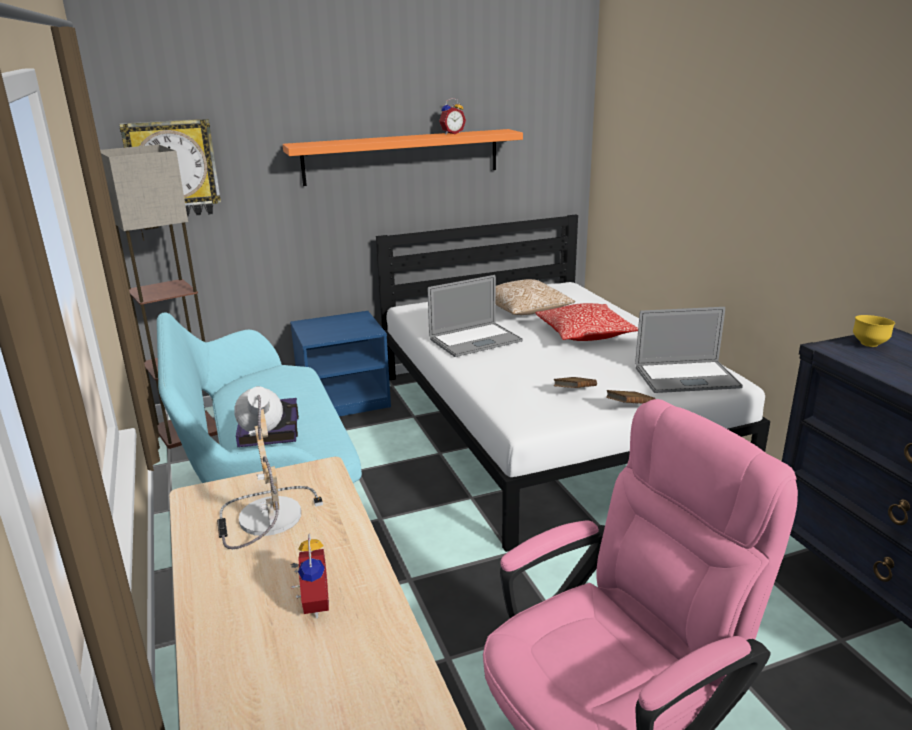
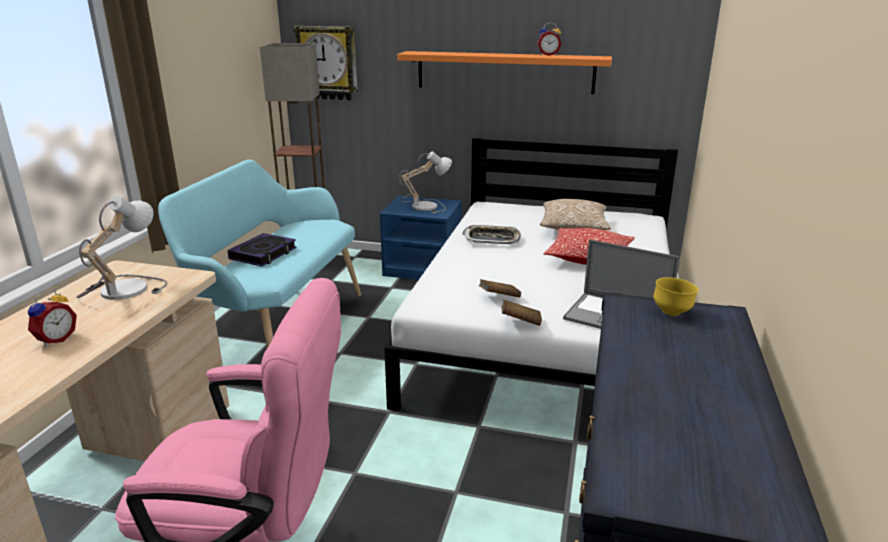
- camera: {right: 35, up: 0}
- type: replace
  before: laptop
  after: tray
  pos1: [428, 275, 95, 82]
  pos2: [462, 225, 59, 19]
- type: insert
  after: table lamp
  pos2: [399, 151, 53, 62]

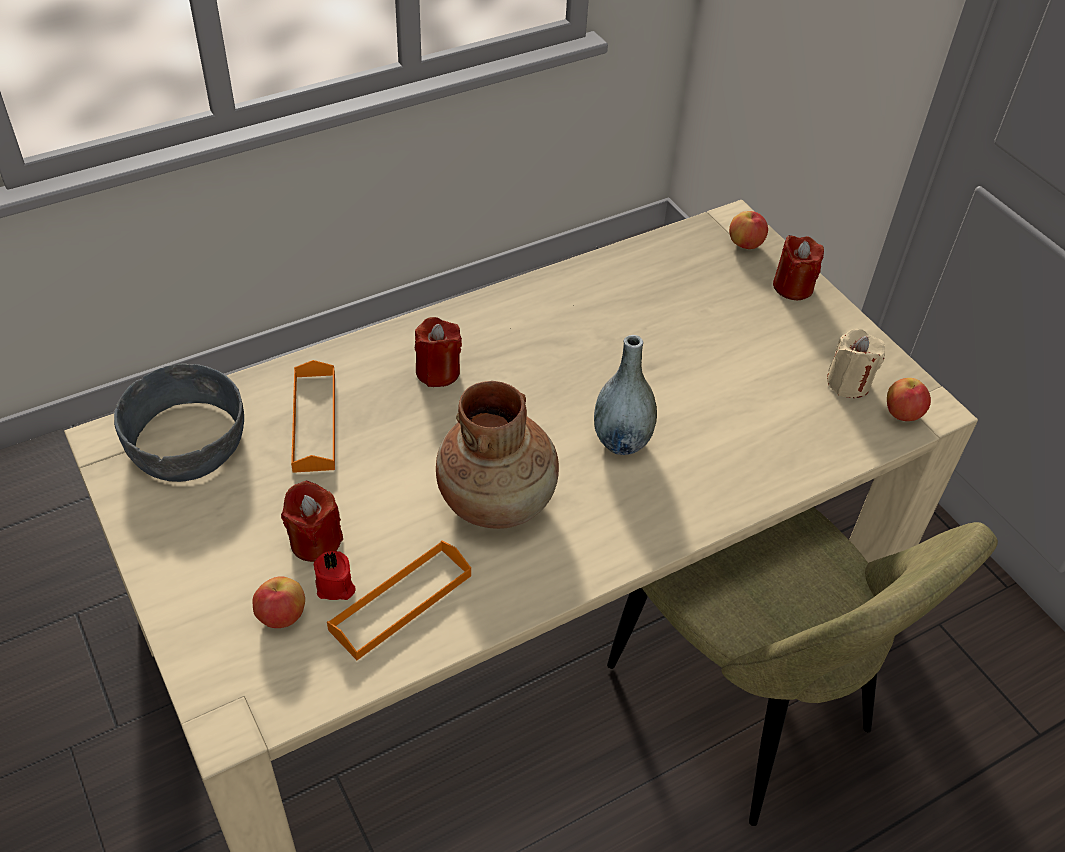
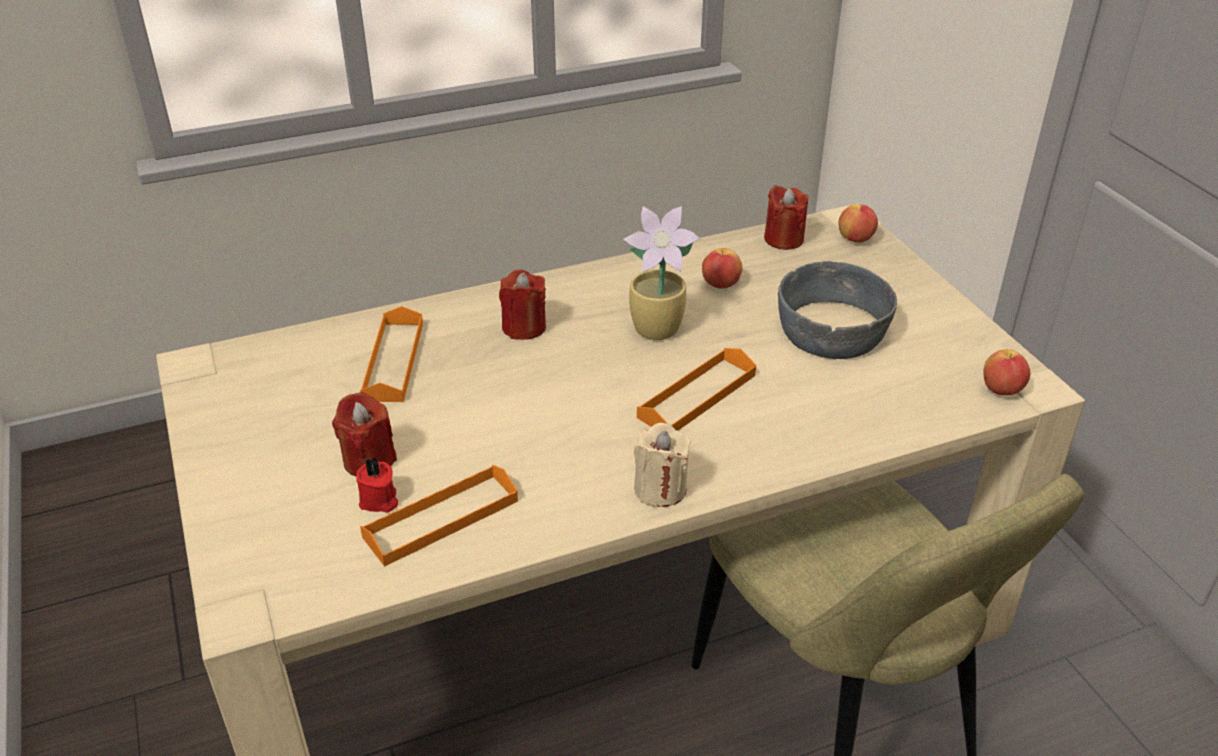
- camera: {right: 10, up: -10}
- type: move
  before: red candle
  pos1: [773, 235, 51, 65]
  pos2: [764, 185, 44, 65]
- type: move
  before: beige candle
  pos1: [827, 329, 58, 69]
  pos2: [634, 423, 57, 84]
- type: replace
  before: grey vase
  after: orange tray
  pos1: [594, 335, 63, 120]
  pos2: [637, 348, 119, 83]
- type: move
  before: grey bowl
  pos1: [114, 363, 130, 119]
  pos2: [778, 261, 119, 98]
- type: delete
  before: brown vase
  pos1: [436, 381, 123, 148]
- type: move
  before: apple
  pos1: [253, 576, 52, 52]
  pos2: [702, 248, 41, 40]
- type: insert
  after: potted plant
  pos2: [623, 206, 77, 134]

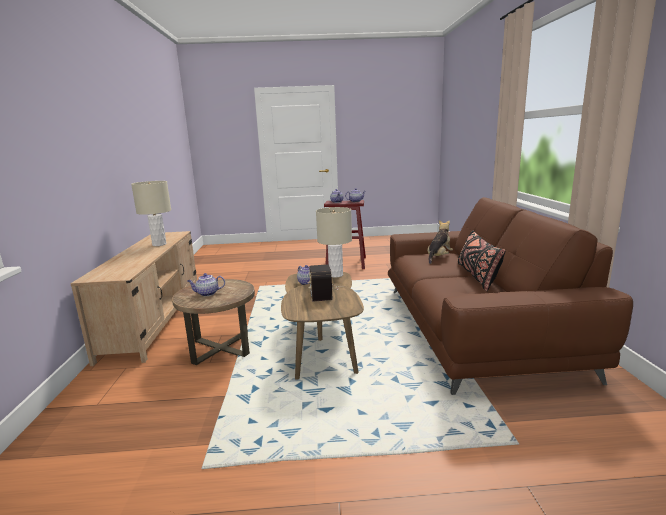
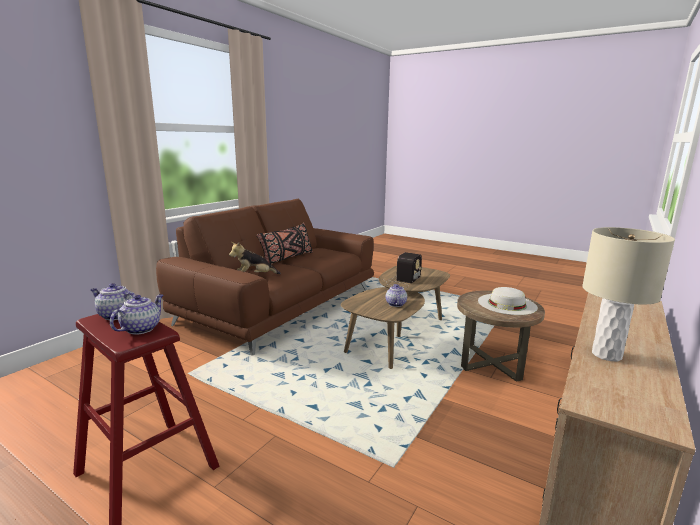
- camera: {right: -145, up: 0}
- type: delete
  before: beige table lamp
  pos1: [316, 207, 36, 71]
- type: replace
  before: teapot
  after: white hat
  pos1: [187, 273, 38, 23]
  pos2: [478, 287, 60, 28]

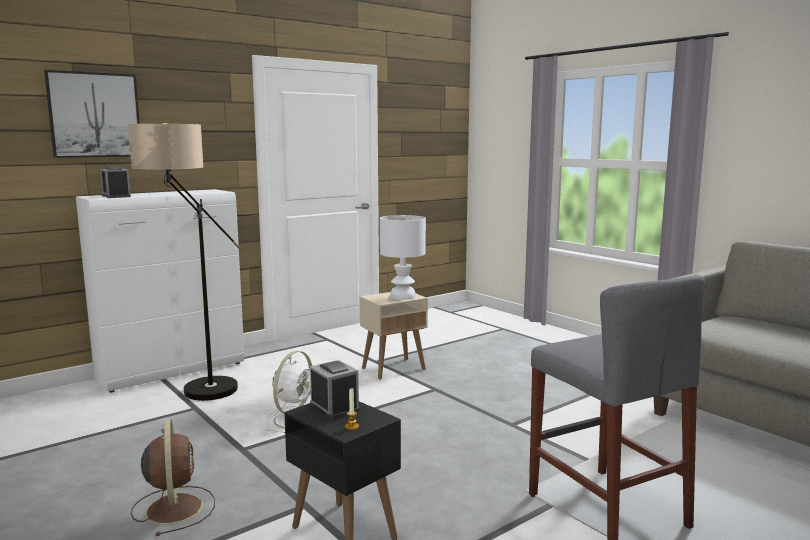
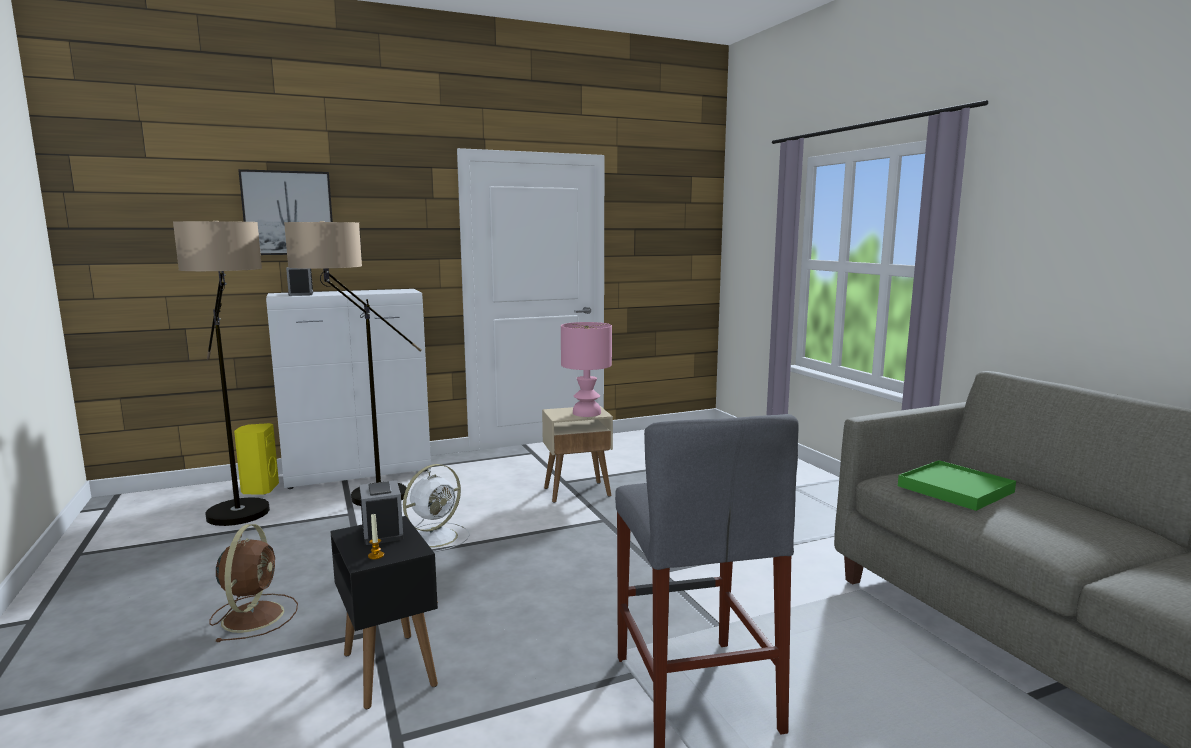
- camera: {right: 15, up: 0}
- type: recolor
  before: white table lamp
  after: pink table lamp
  pos1: [380, 215, 46, 85]
  pos2: [561, 322, 51, 95]
- type: insert
  after: floor lamp
  pos2: [173, 220, 97, 306]
- type: insert
  after: yellow speaker
  pos2: [234, 423, 45, 72]
- type: insert
  after: green tray
  pos2: [898, 460, 118, 51]

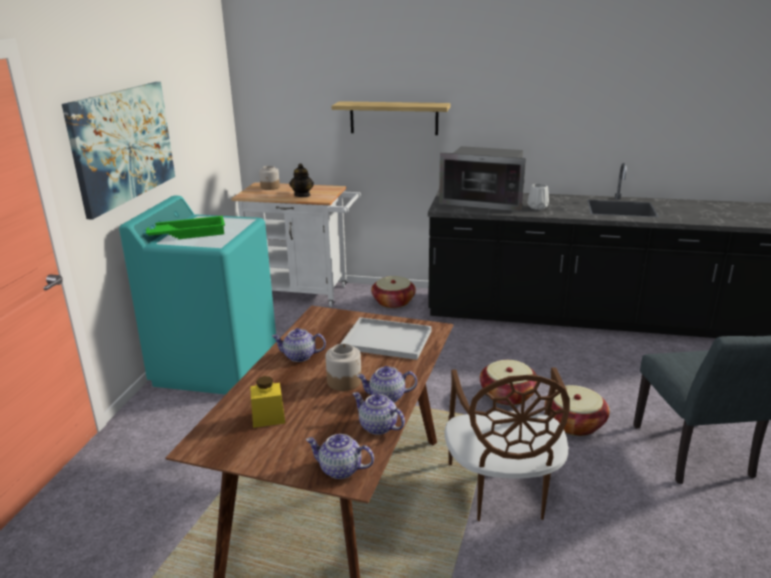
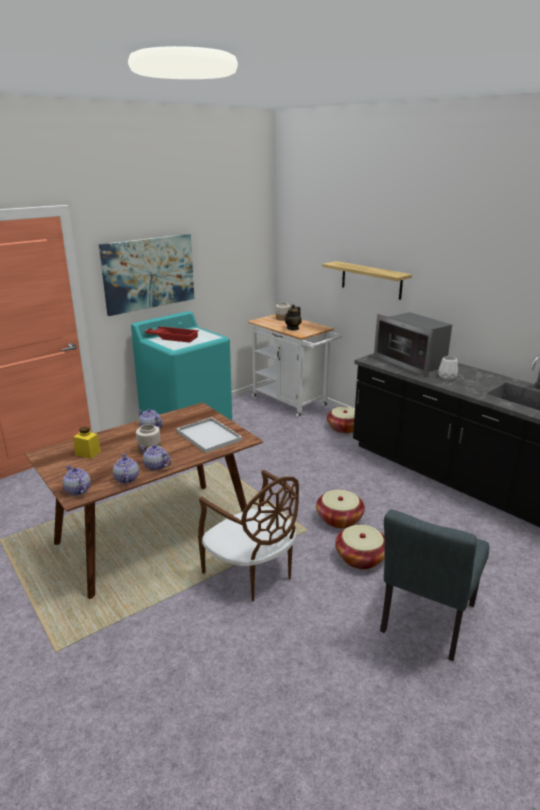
- camera: {right: 35, up: 0}
- type: recolor
  before: green tray
  after: red tray
  pos1: [146, 216, 79, 23]
  pos2: [144, 326, 55, 17]
- type: rotate
  before: brown chair
  pos1: [445, 368, 125, 153]
  pos2: [198, 470, 101, 132]
  turn: -75

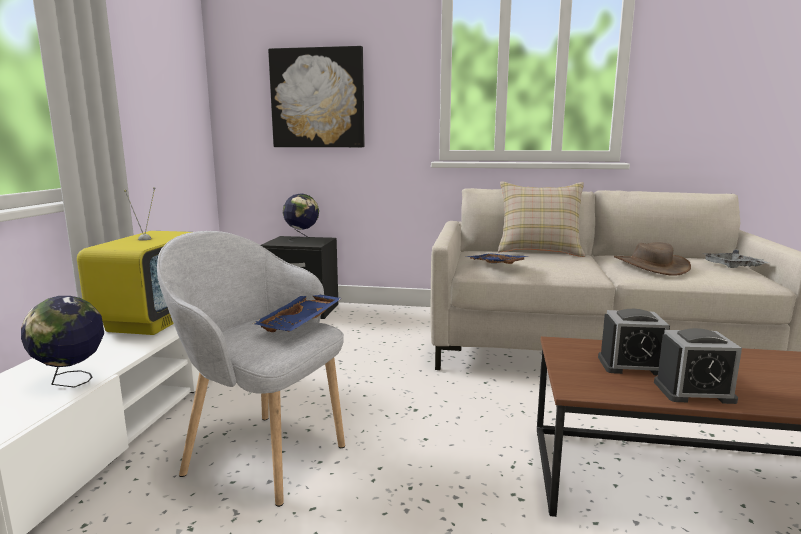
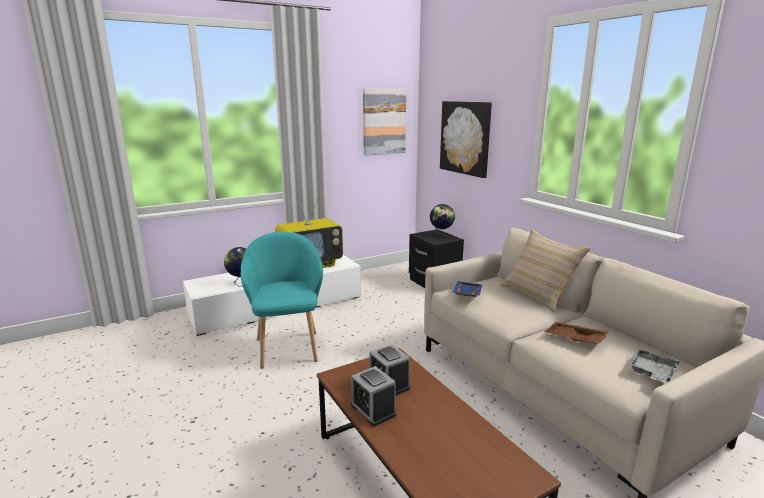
- camera: {right: 50, up: 5}
- type: recolor
  before: grey armchair
  after: turquoise armchair
  pos1: [157, 231, 188, 276]
  pos2: [241, 232, 82, 137]
- type: replace
  before: brown hat
  after: brown tray
  pos1: [614, 242, 77, 34]
  pos2: [544, 322, 66, 22]
- type: delete
  before: blue tray
  pos1: [253, 295, 89, 37]
- type: insert
  after: picture
  pos2: [363, 88, 43, 68]

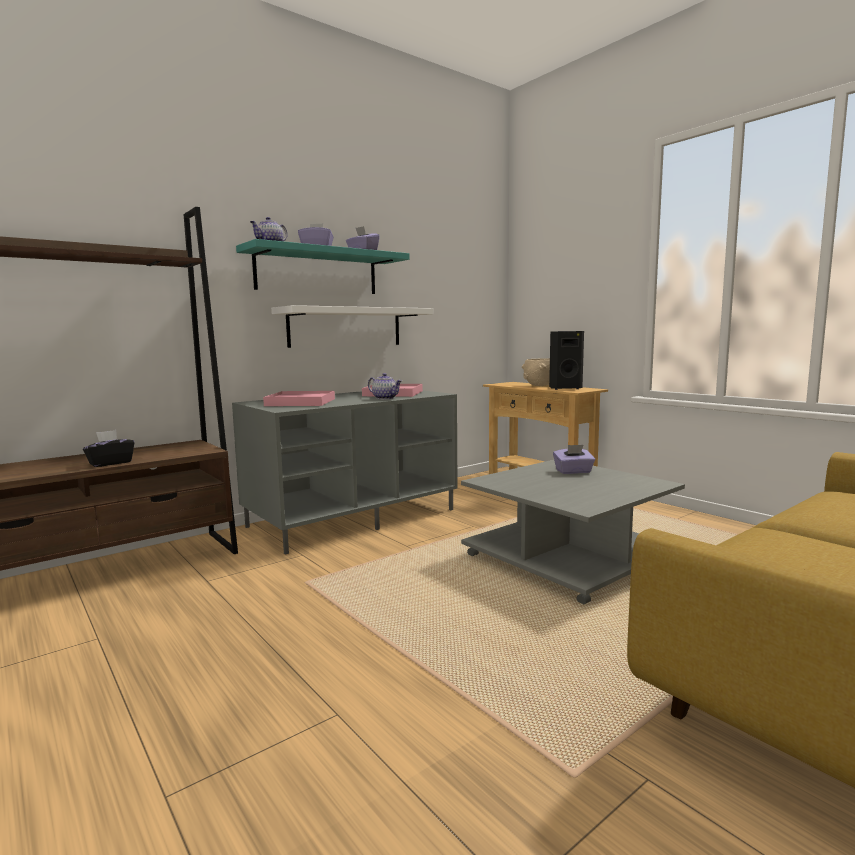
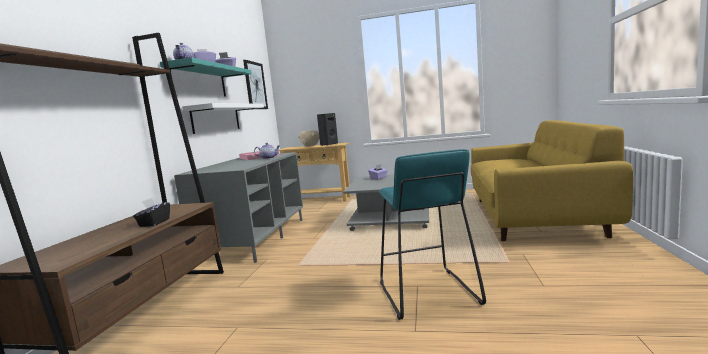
- camera: {right: -40, up: 0}
- type: delete
  before: pink tray
  pos1: [263, 391, 72, 15]
- type: insert
  after: picture
  pos2: [243, 60, 25, 49]
- type: insert
  after: turquoise stool
  pos2: [379, 149, 107, 171]

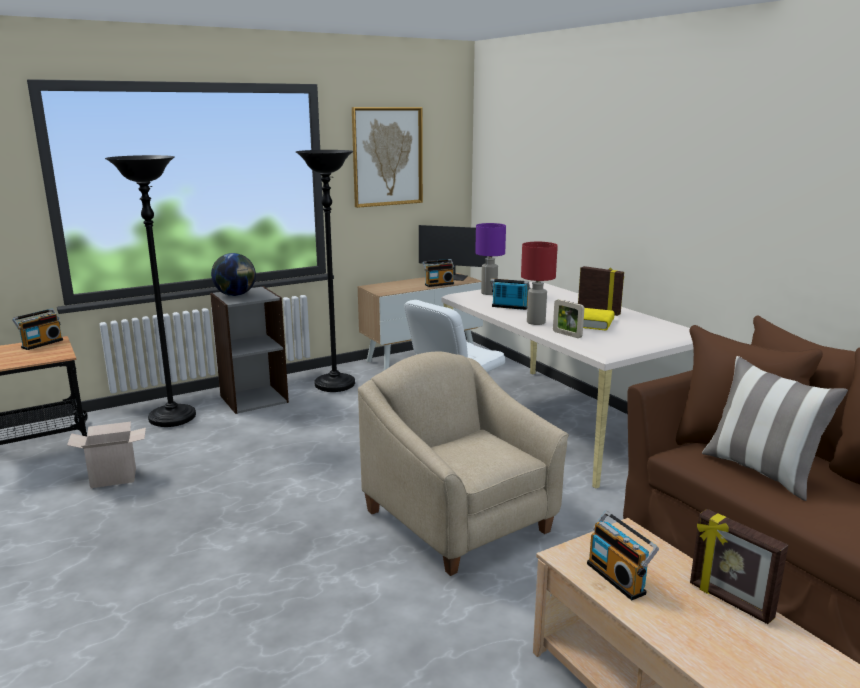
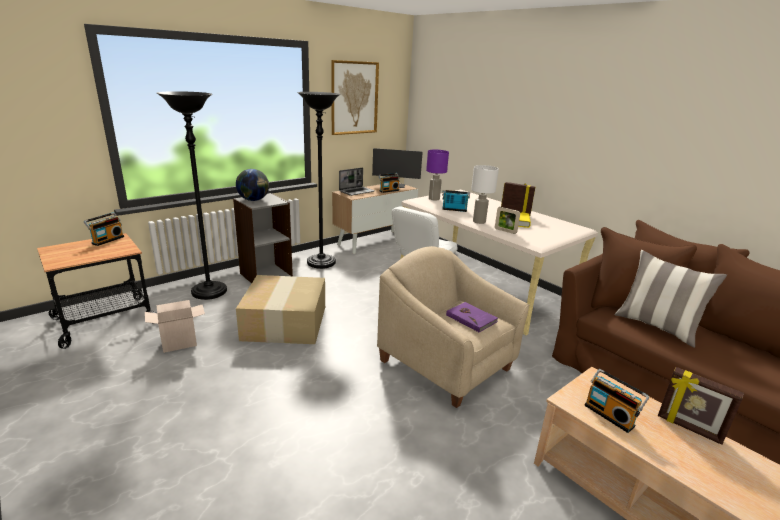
- camera: {right: -10, up: 5}
- type: recolor
  before: red table lamp
  after: white table lamp
  pos1: [521, 242, 37, 83]
  pos2: [471, 165, 28, 59]
- type: insert
  after: laptop
  pos2: [339, 167, 36, 29]
- type: insert
  after: cardboard box
  pos2: [236, 275, 89, 69]
- type: insert
  after: purple book
  pos2: [446, 302, 52, 30]

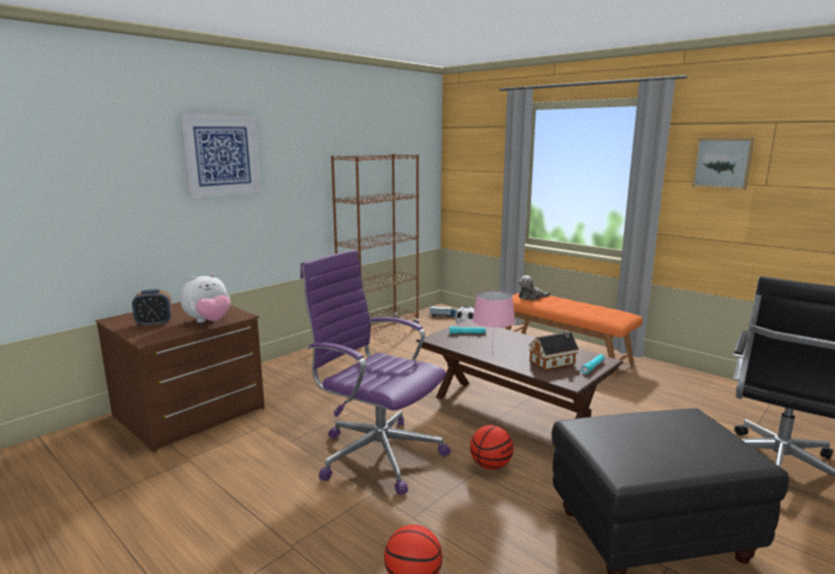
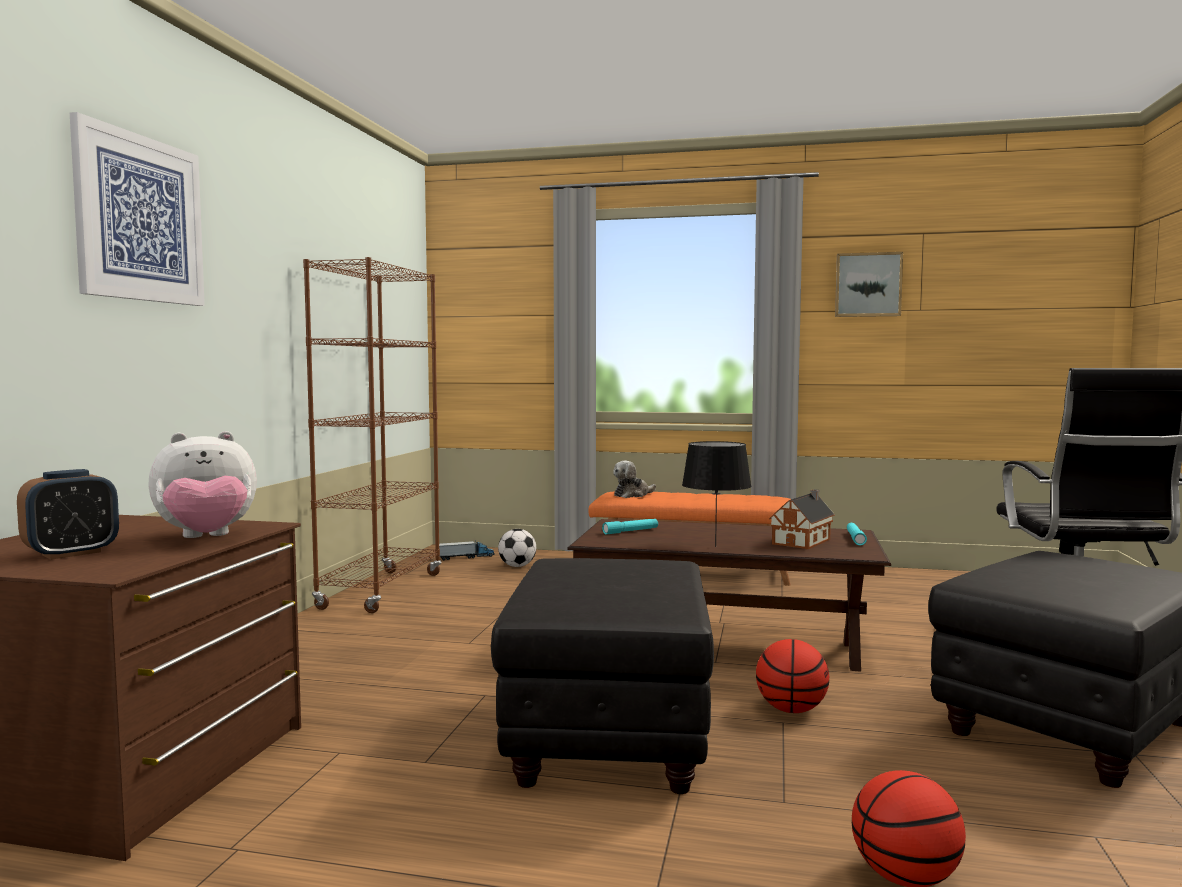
- camera: {right: -30, up: -10}
- type: replace
  before: purple office chair
  after: black ottoman
  pos1: [300, 250, 151, 245]
  pos2: [491, 558, 223, 236]
- type: rotate
  before: plush toy
  pos1: [180, 273, 51, 50]
  pos2: [148, 431, 109, 107]
  turn: 45
- type: recolor
  before: pink table lamp
  after: black table lamp
  pos1: [472, 291, 43, 66]
  pos2: [682, 441, 69, 106]

